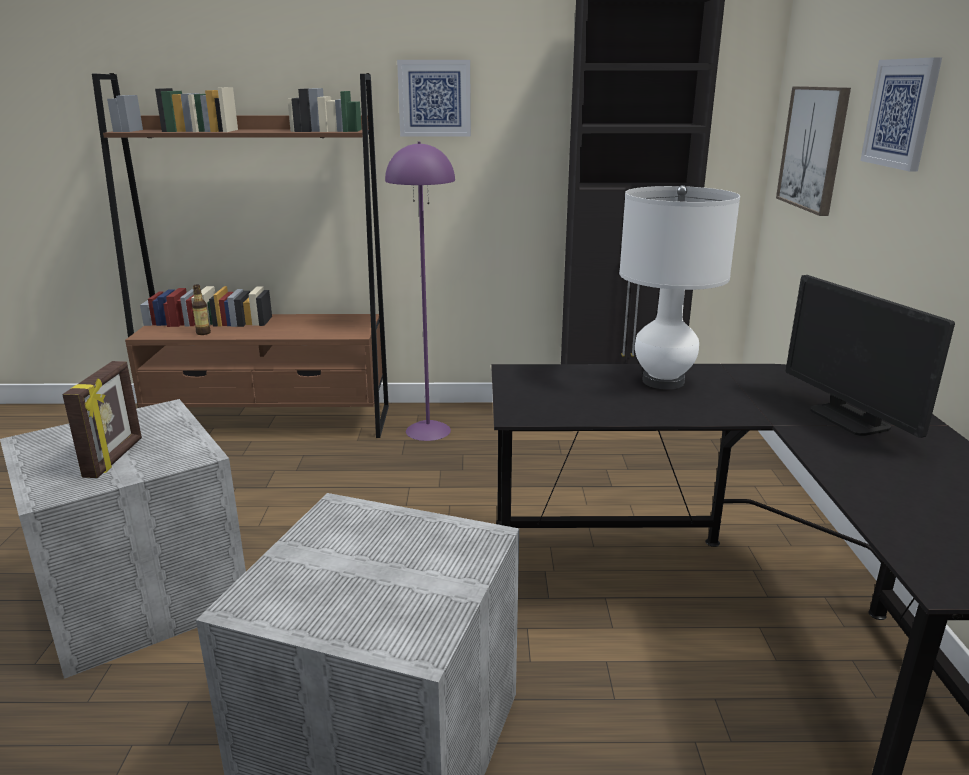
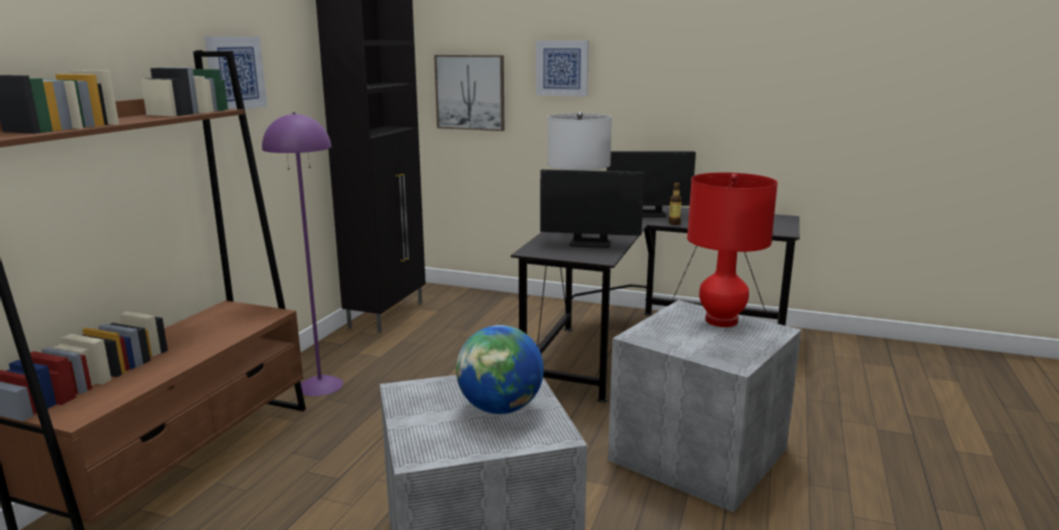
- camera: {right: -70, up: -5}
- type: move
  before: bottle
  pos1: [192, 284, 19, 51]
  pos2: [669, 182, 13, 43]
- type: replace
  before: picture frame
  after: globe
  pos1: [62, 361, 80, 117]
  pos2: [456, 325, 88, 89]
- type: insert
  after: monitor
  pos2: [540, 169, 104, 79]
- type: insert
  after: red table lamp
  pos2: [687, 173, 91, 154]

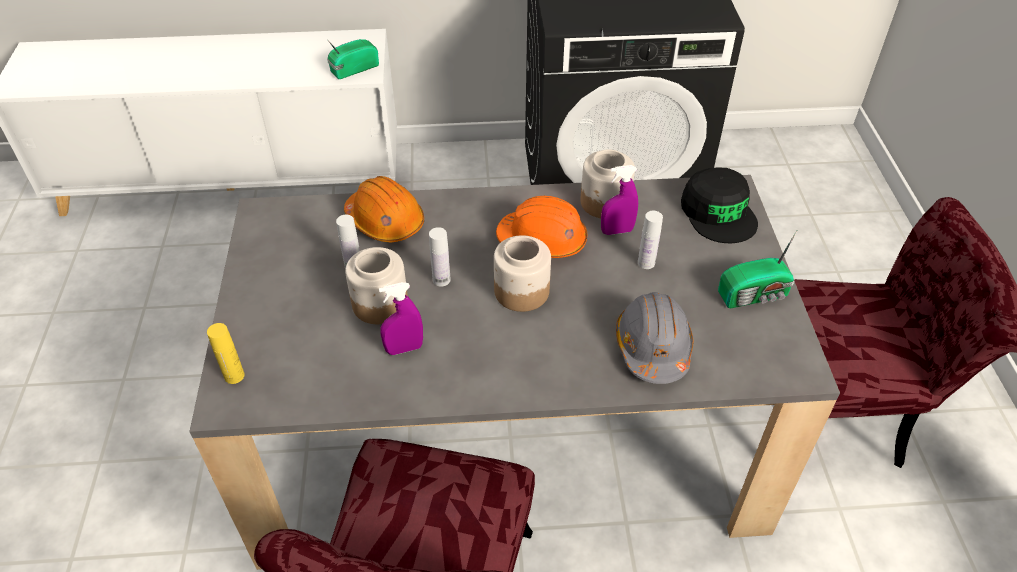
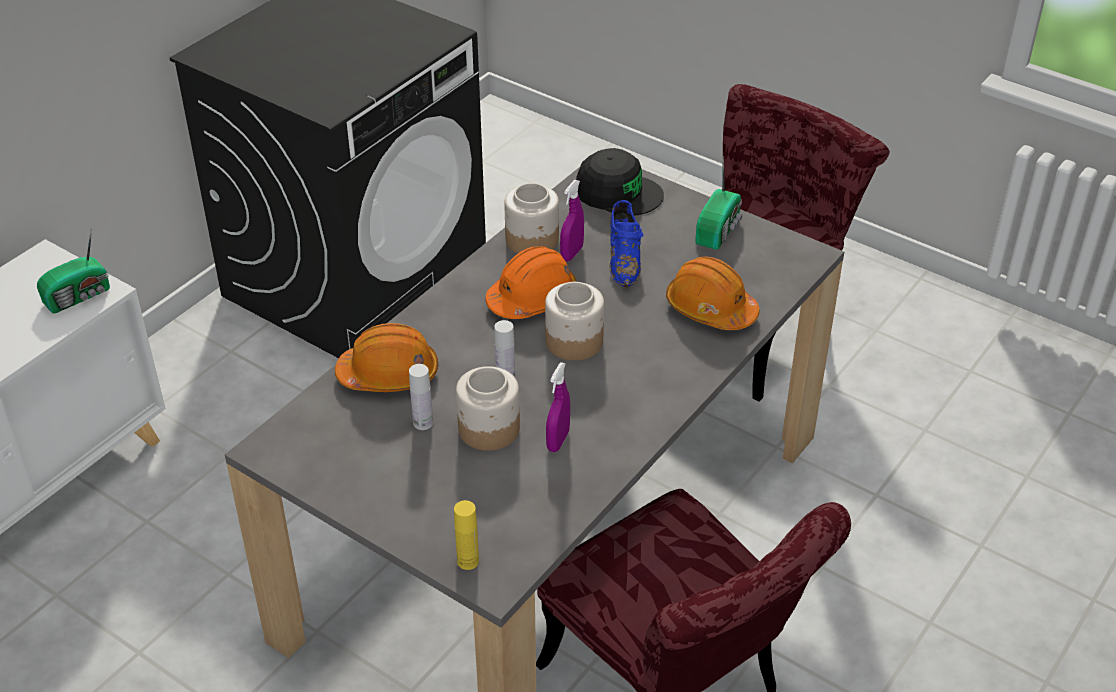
- camera: {right: -50, up: -5}
- type: rotate
  before: radio
  pos1: [327, 39, 52, 40]
  pos2: [37, 225, 73, 88]
  turn: -135
- type: replace
  before: white bottle
  after: blue shoe
  pos1: [638, 211, 25, 58]
  pos2: [610, 200, 34, 87]
- type: recolor
  before: grey hard hat
  after: orange hard hat
  pos1: [616, 292, 77, 92]
  pos2: [666, 256, 93, 74]

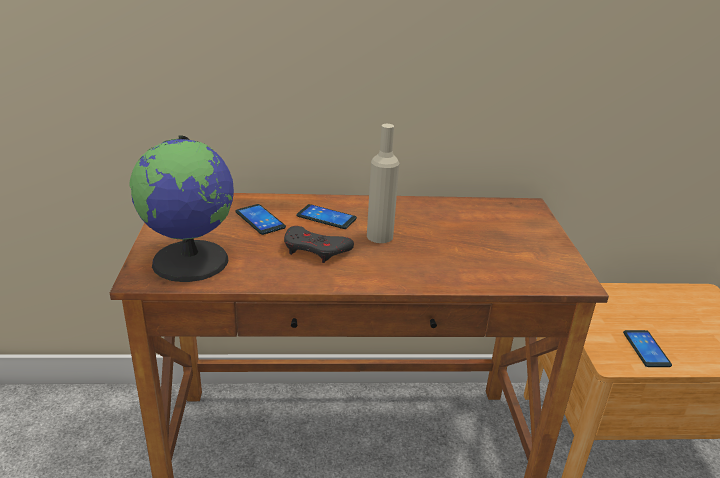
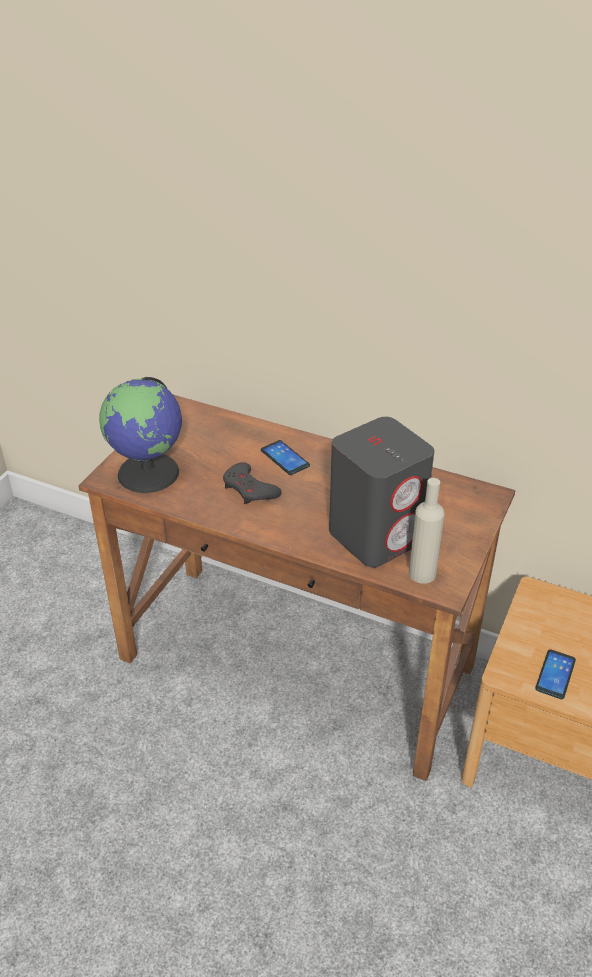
- camera: {right: 30, up: 10}
- type: move
  before: beige bottle
  pos1: [367, 124, 32, 119]
  pos2: [409, 478, 36, 106]
- type: delete
  before: phone
  pos1: [236, 204, 50, 31]
- type: insert
  after: grey speaker
  pos2: [329, 417, 105, 151]

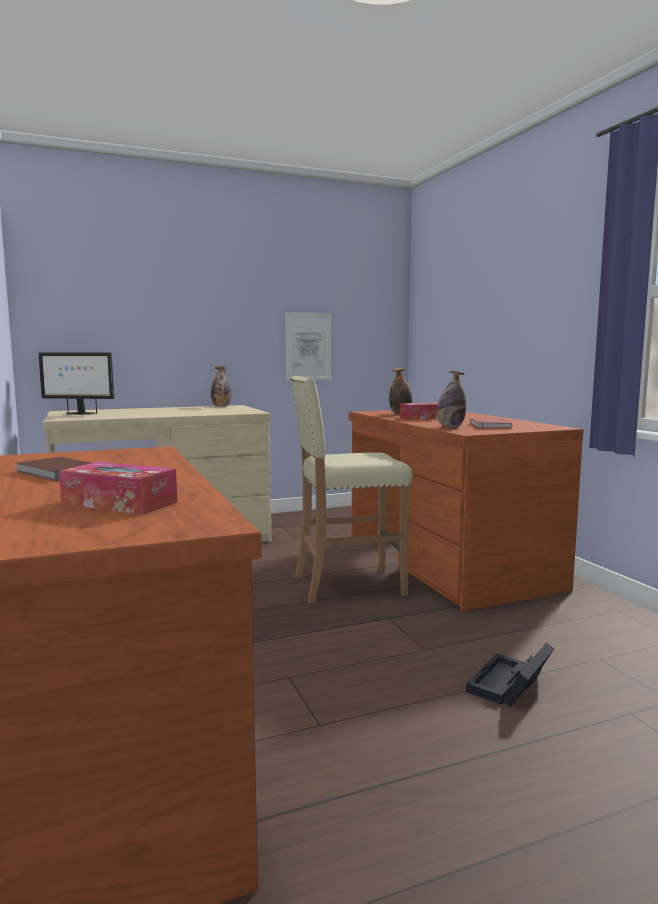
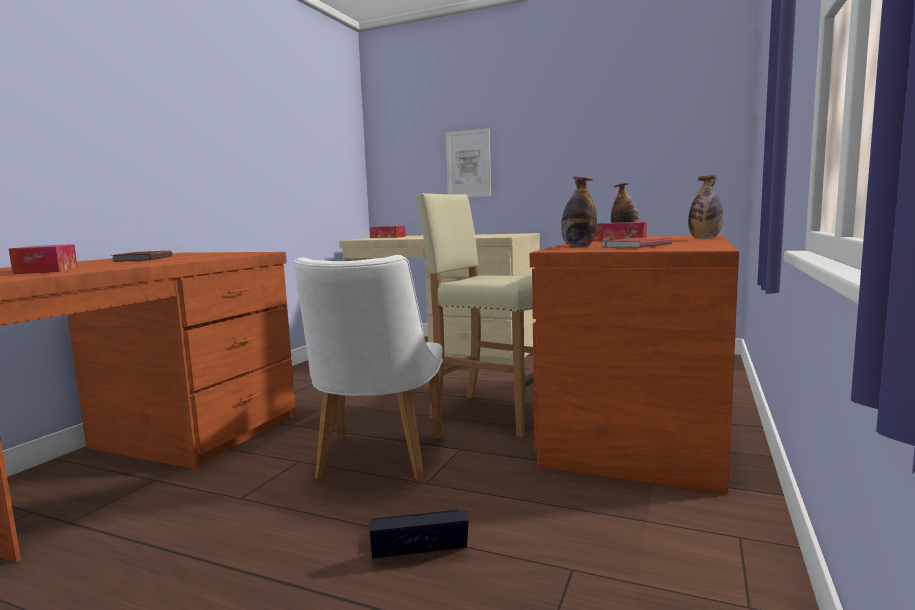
- camera: {right: 45, up: 0}
- type: move
  before: picture
  pos1: [286, 312, 45, 68]
  pos2: [446, 128, 45, 69]
- type: replace
  before: monitor
  after: tissue box
  pos1: [38, 352, 76, 63]
  pos2: [369, 226, 37, 12]
- type: move
  before: bottle
  pos1: [211, 366, 21, 40]
  pos2: [688, 175, 35, 64]
- type: insert
  after: white chair
  pos2: [293, 255, 150, 226]

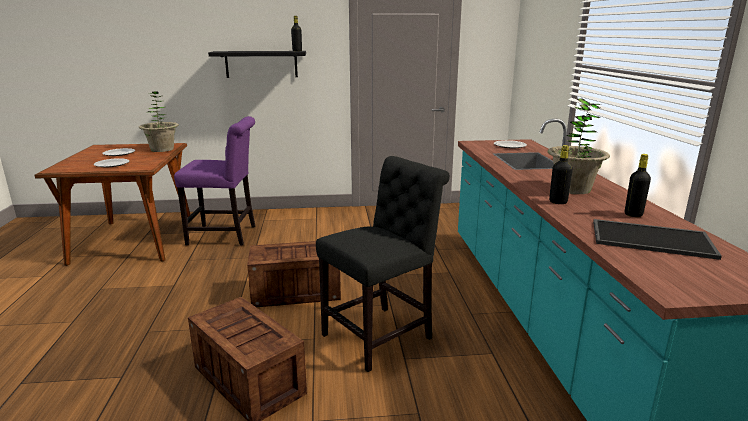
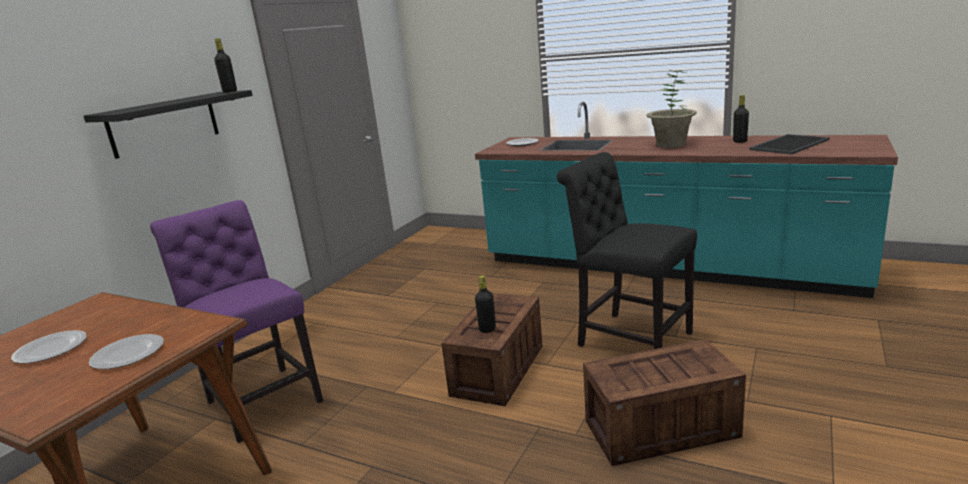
- camera: {right: -55, up: 0}
- type: delete
  before: potted plant
  pos1: [139, 92, 40, 60]
- type: rotate
  before: purple chair
  pos1: [174, 116, 81, 130]
  pos2: [150, 200, 173, 243]
  turn: -75
- type: move
  before: black bottle
  pos1: [549, 145, 24, 59]
  pos2: [475, 275, 21, 58]
- type: rotate
  before: black chair
  pos1: [316, 156, 134, 216]
  pos2: [557, 152, 140, 197]
  turn: -45

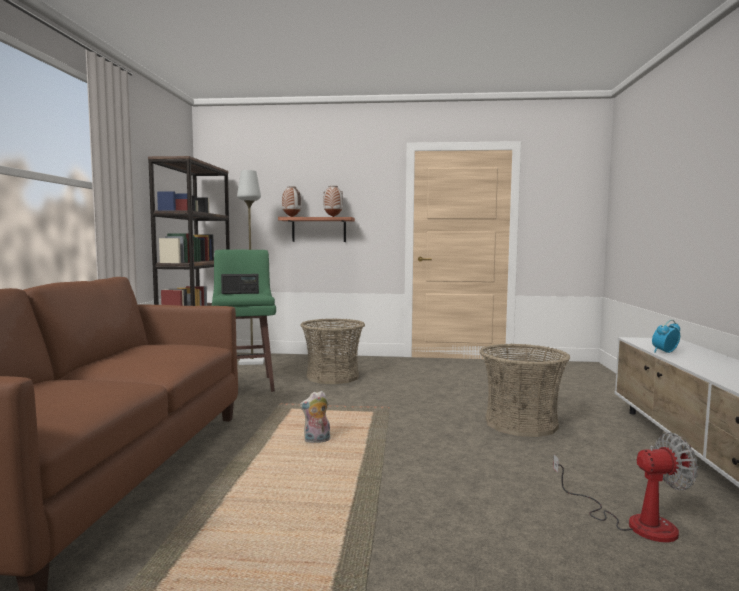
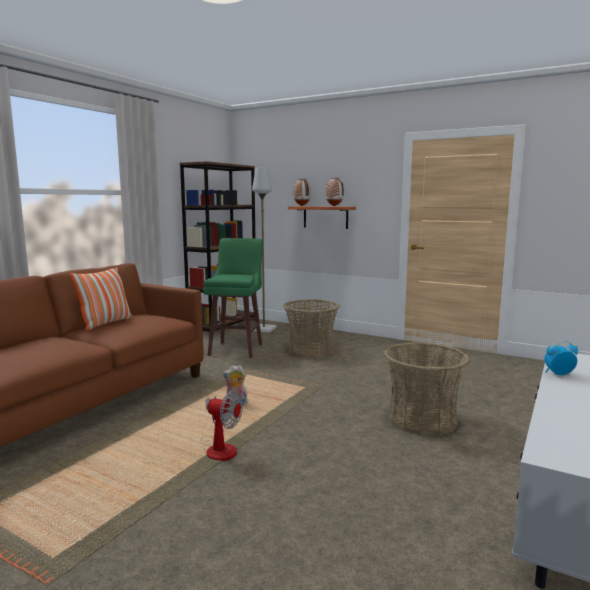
- camera: {right: 25, up: 5}
- type: delete
  before: radio
  pos1: [221, 274, 38, 20]
- type: move
  before: fan
  pos1: [553, 433, 145, 109]
  pos2: [201, 390, 42, 71]
- type: insert
  after: pillow
  pos2: [70, 267, 63, 64]

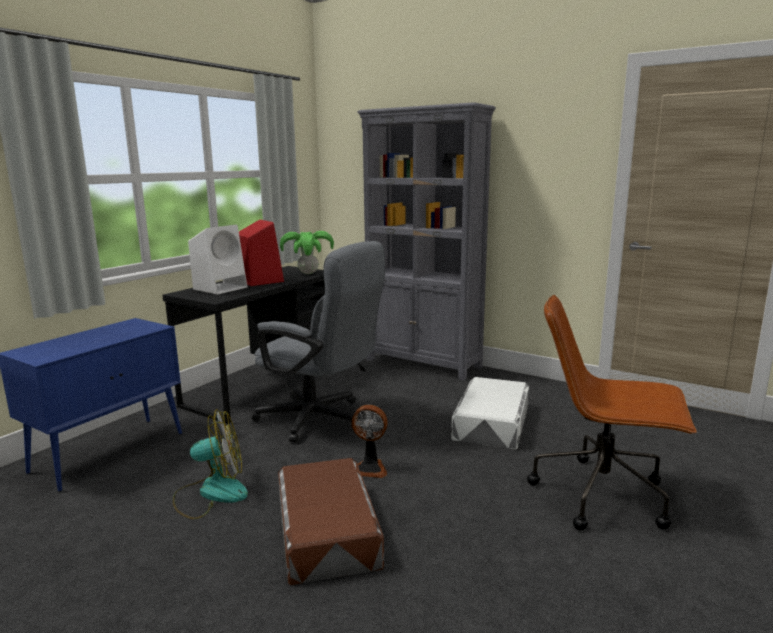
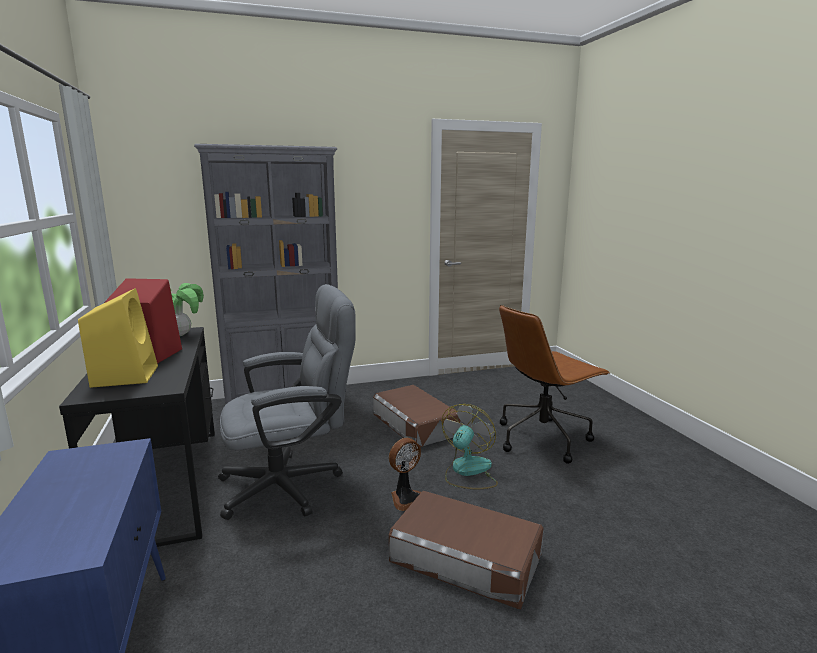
- camera: {right: -50, up: 0}
- type: recolor
  before: white speaker
  after: yellow speaker
  pos1: [188, 225, 59, 70]
  pos2: [78, 288, 80, 100]
- type: recolor
  before: white storage box
  after: brown storage box
  pos1: [451, 377, 78, 73]
  pos2: [373, 385, 89, 62]
- type: move
  before: fan
  pos1: [173, 409, 75, 110]
  pos2: [442, 404, 56, 86]

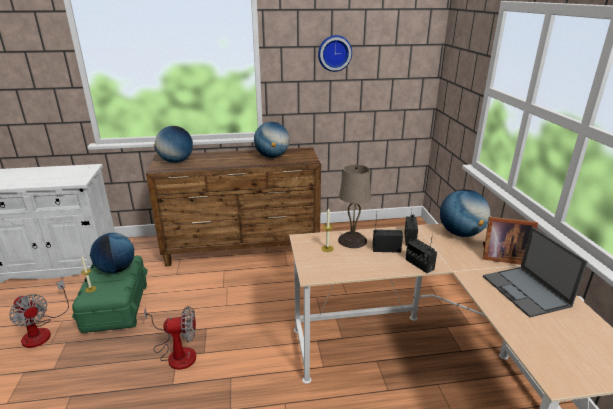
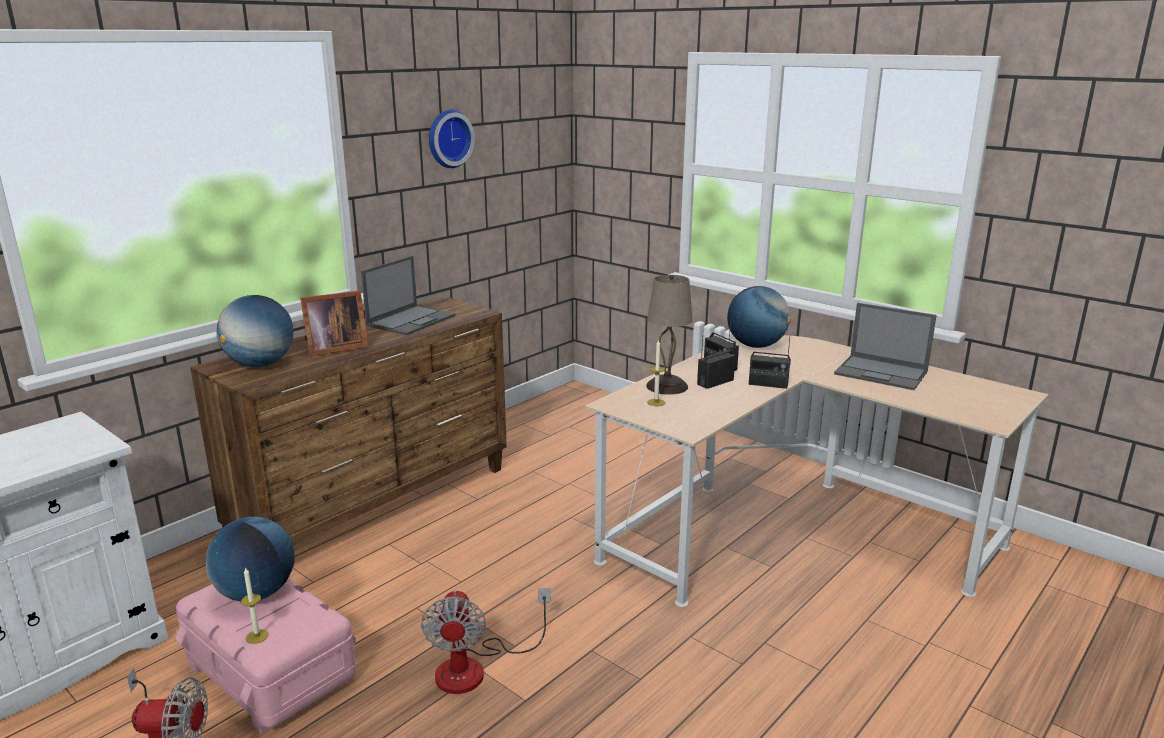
- camera: {right: -40, up: -5}
- type: replace
  before: globe
  after: laptop
  pos1: [254, 122, 36, 36]
  pos2: [361, 256, 94, 79]
- type: move
  before: picture frame
  pos1: [483, 217, 55, 48]
  pos2: [300, 291, 69, 65]
- type: recolor
  before: green storage box
  after: pink storage box
  pos1: [72, 256, 76, 77]
  pos2: [176, 578, 180, 156]
- type: rotate
  before: fan
  pos1: [144, 306, 52, 64]
  pos2: [421, 588, 129, 106]
  turn: 135

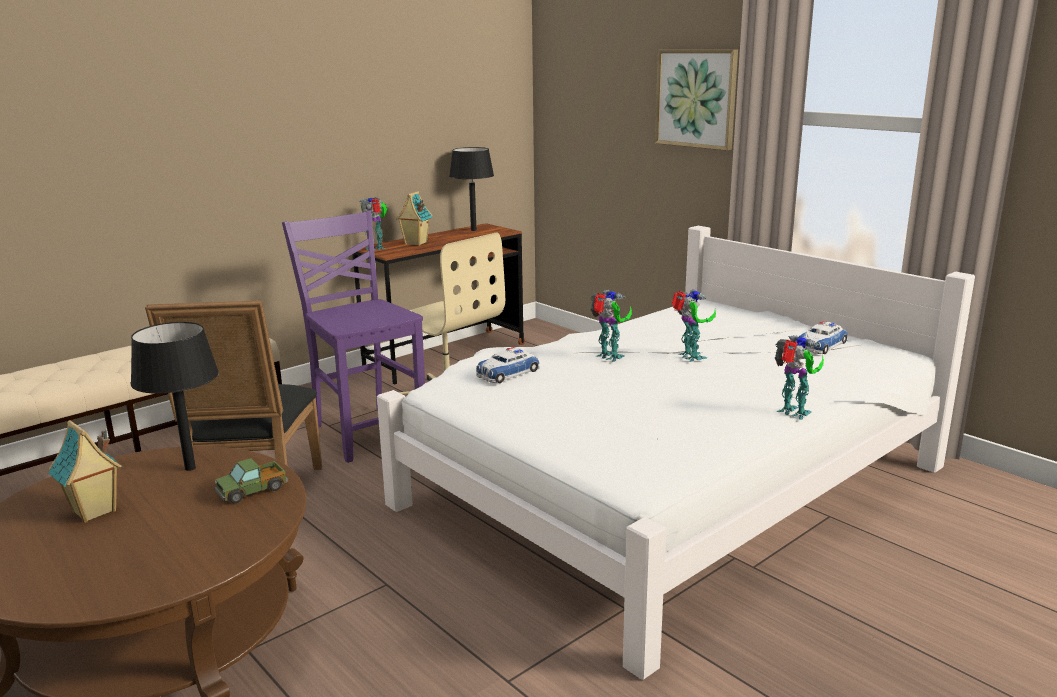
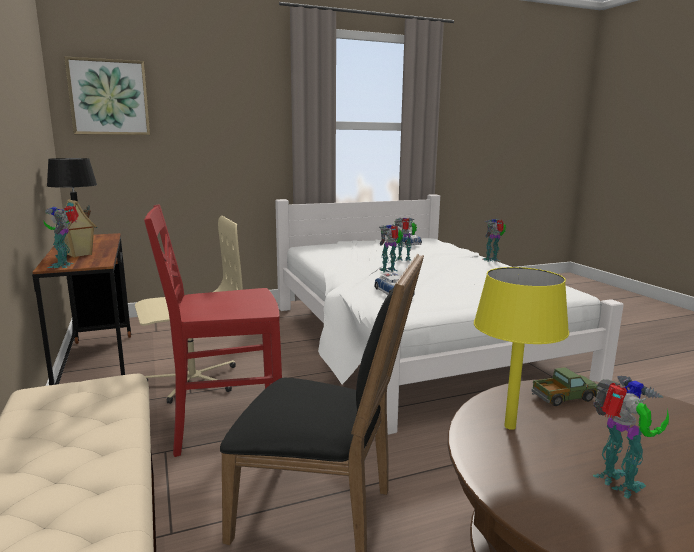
- camera: {right: -70, up: -5}
- type: move
  before: picture
  pos1: [655, 49, 83, 102]
  pos2: [64, 56, 86, 79]
- type: recolor
  before: purple chair
  after: red chair
  pos1: [282, 210, 143, 253]
  pos2: [144, 204, 138, 253]
- type: recolor
  before: black table lamp
  after: yellow table lamp
  pos1: [131, 322, 88, 149]
  pos2: [474, 267, 95, 163]
- type: replace
  before: toy house
  after: toy robot
  pos1: [49, 420, 74, 103]
  pos2: [593, 376, 76, 122]
- type: rotate
  before: toy truck
  pos1: [215, 458, 73, 45]
  pos2: [531, 367, 67, 39]
  turn: -90

